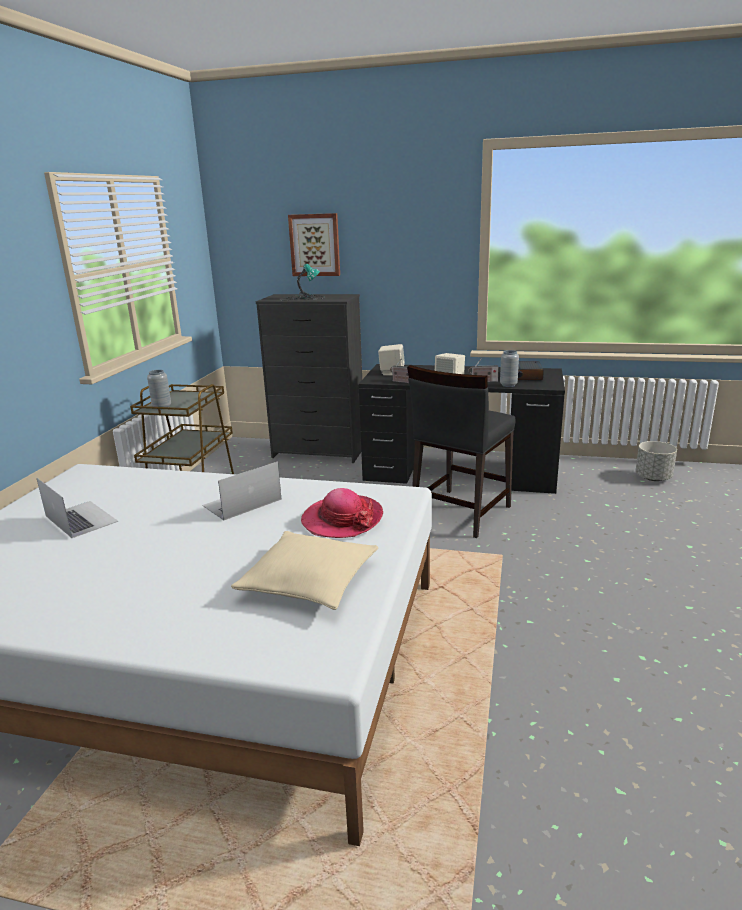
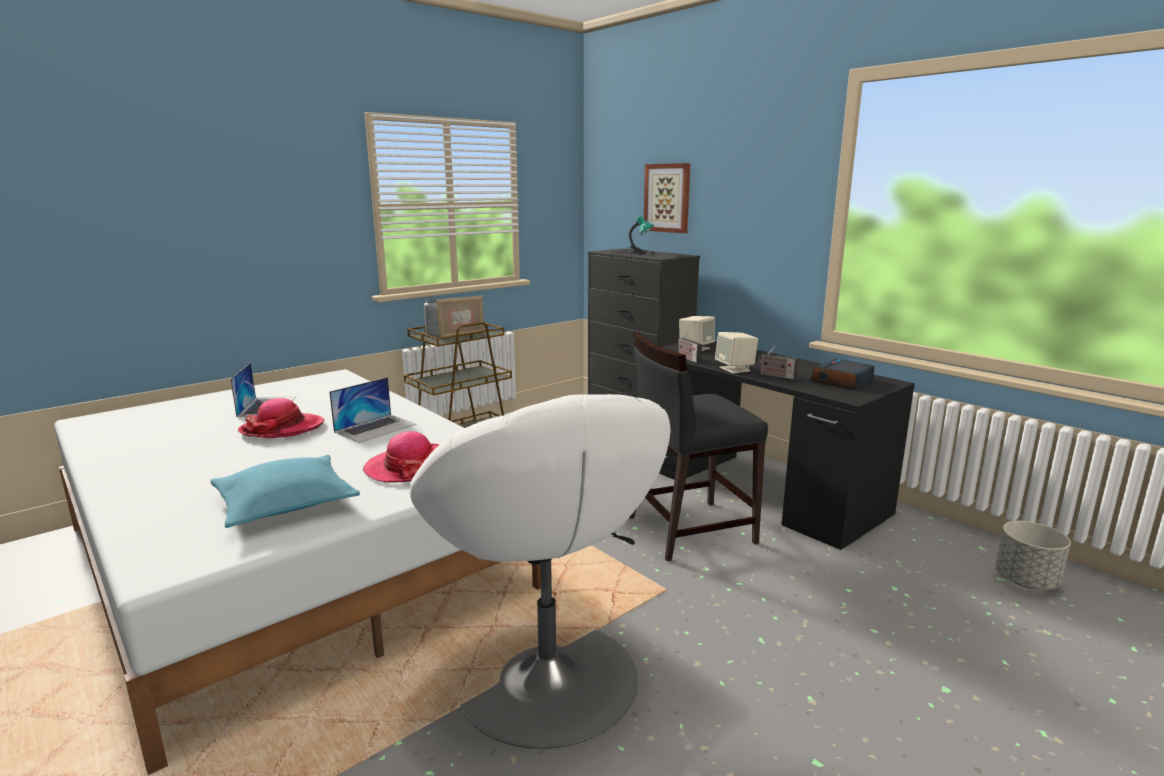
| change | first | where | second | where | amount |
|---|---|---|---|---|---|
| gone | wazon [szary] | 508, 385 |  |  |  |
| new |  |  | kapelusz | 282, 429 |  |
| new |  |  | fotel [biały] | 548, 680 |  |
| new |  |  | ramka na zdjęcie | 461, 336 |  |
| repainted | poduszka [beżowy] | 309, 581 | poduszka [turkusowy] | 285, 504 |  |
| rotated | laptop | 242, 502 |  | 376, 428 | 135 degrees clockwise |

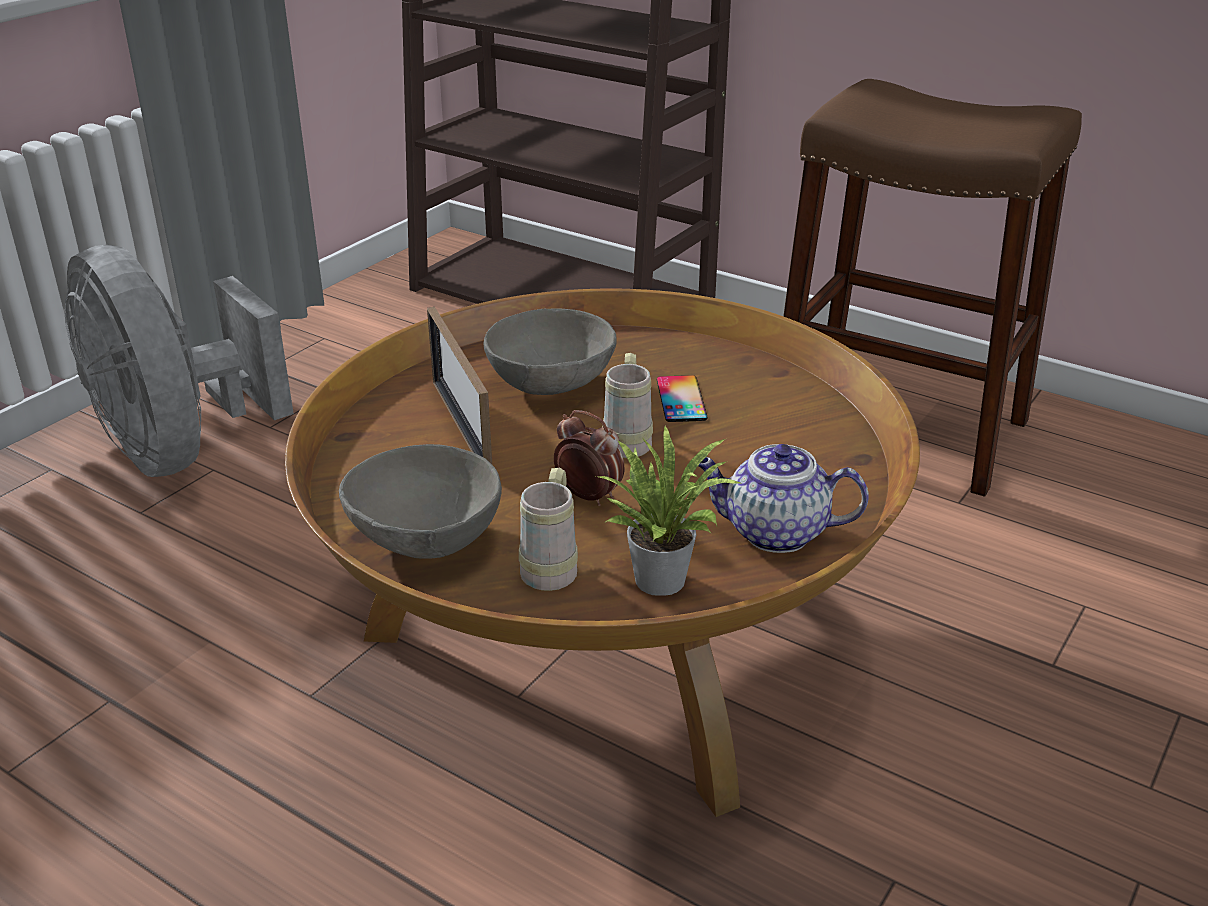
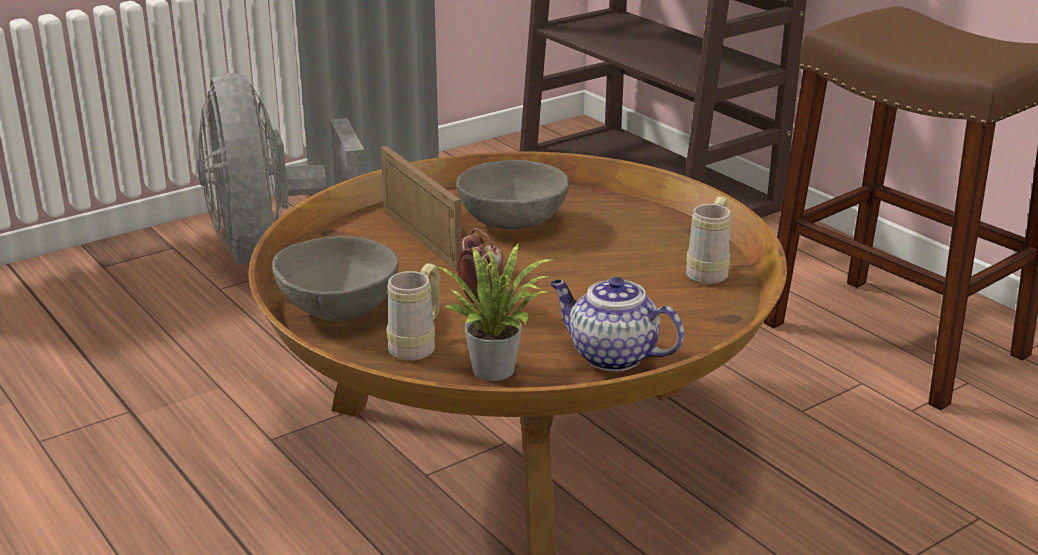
| change | first | where | second | where | amount |
|---|---|---|---|---|---|
| gone | telefon | 681, 399 |  |  |  |
| shifted | kubek [beżowy] | 628, 440 |  | 710, 271 |  |
| rotated | ramka na zdjęcie | 461, 426 |  | 421, 240 | 150 degrees clockwise |

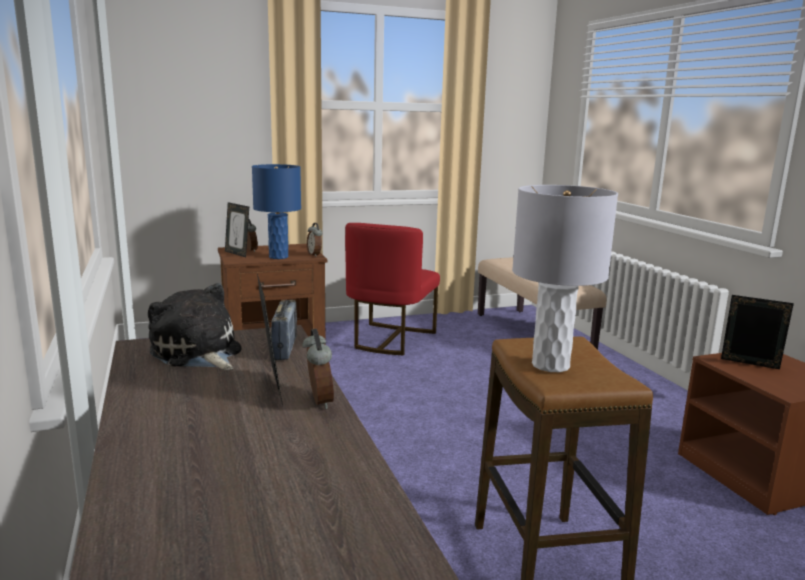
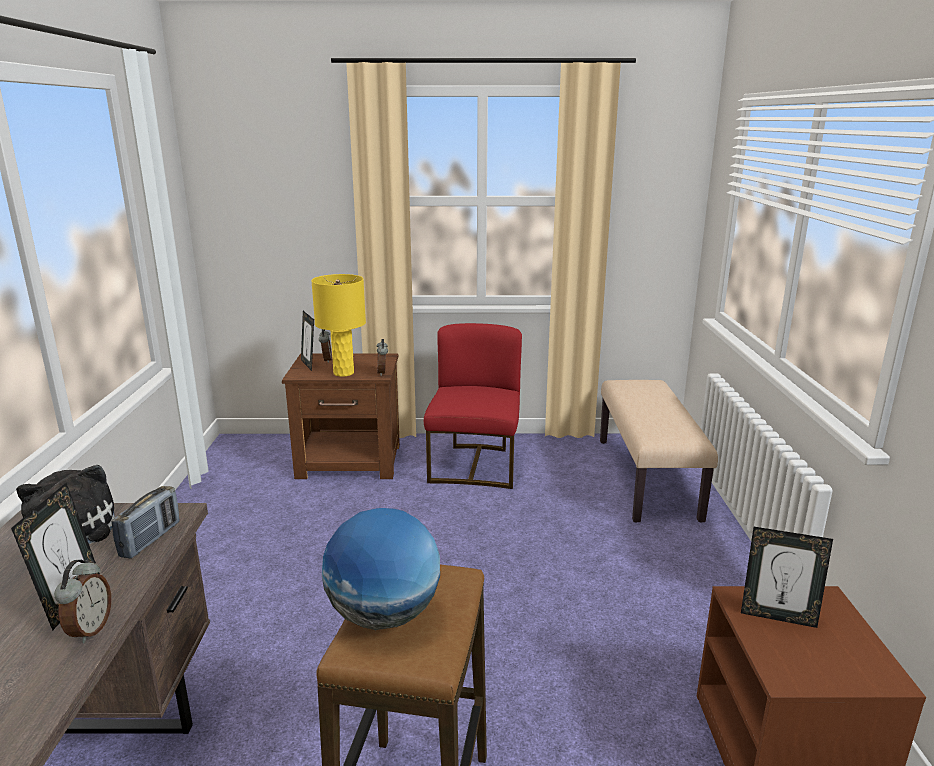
| change | first | where | second | where | amount |
|---|---|---|---|---|---|
| swapped | lampa stołowa [szary] | 550, 365 | globus | 384, 615 |  |
| repainted | lampa stołowa [niebieski] | 278, 257 | lampa stołowa [żółty] | 344, 373 |  |
| rotated | krzesło [czerwony] | 390, 339 |  | 475, 466 | 150 degrees clockwise |
| rotated | ramka na zdjęcie | 749, 365 |  | 777, 616 | 150 degrees clockwise |

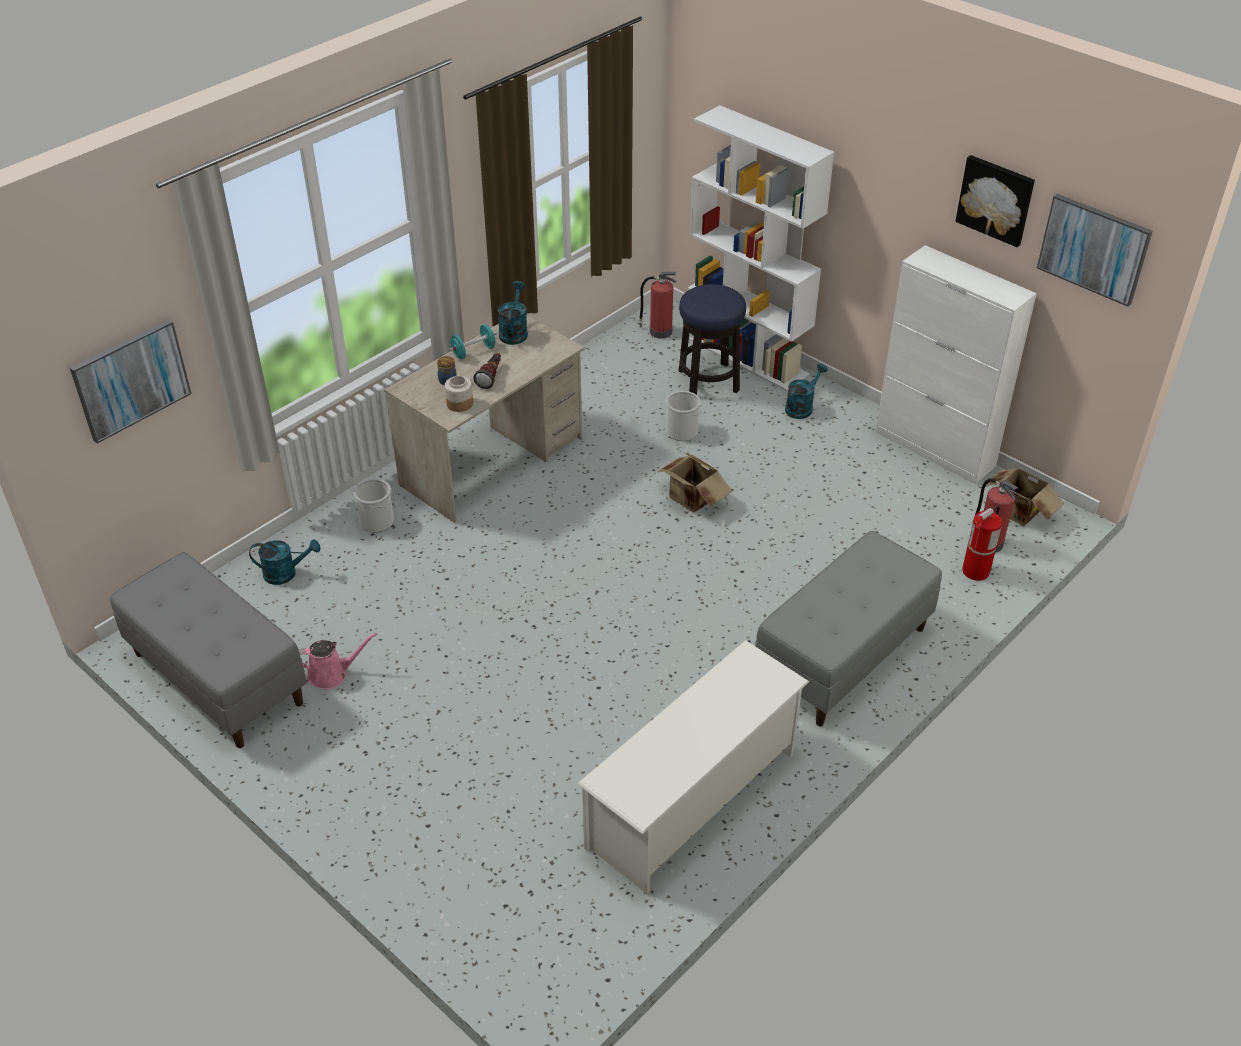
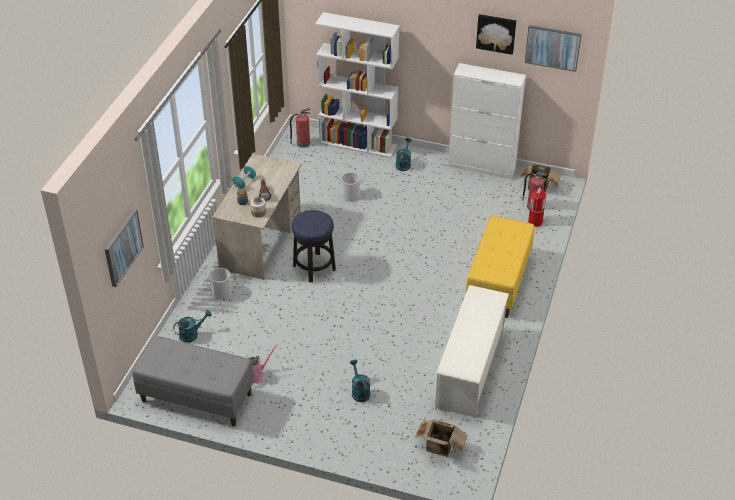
| change | first | where | second | where | amount |
|---|---|---|---|---|---|
| shifted | konewka [turkusowy] | 514, 332 |  | 359, 391 |  |
| shifted | karton | 691, 500 |  | 440, 448 |  |
| shifted | stołek | 708, 381 |  | 314, 268 |  |
| repainted | ławka [szary] | 843, 657 | ławka [żółty] | 498, 283 |  |

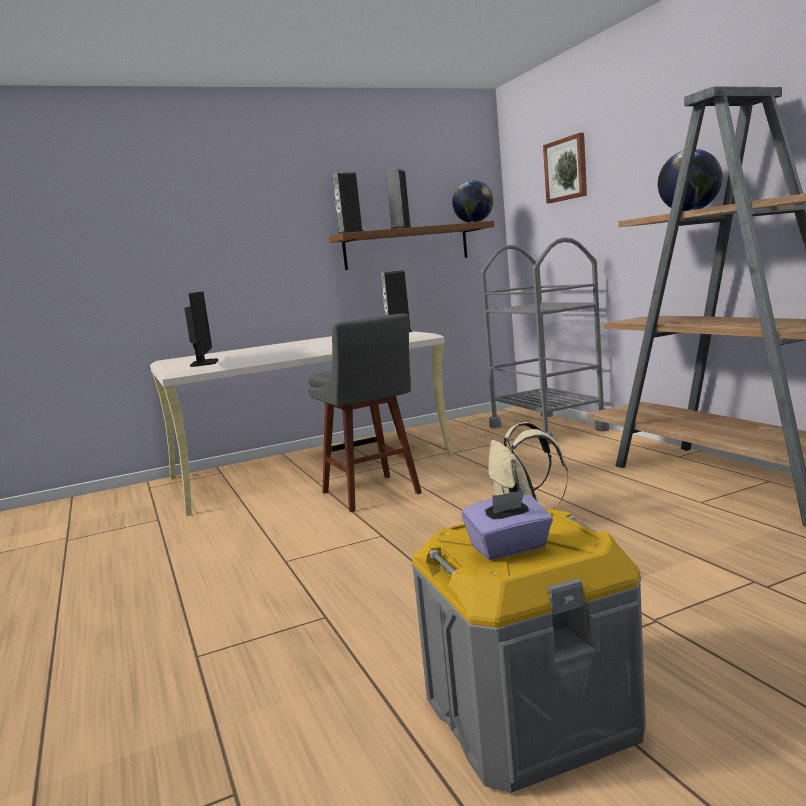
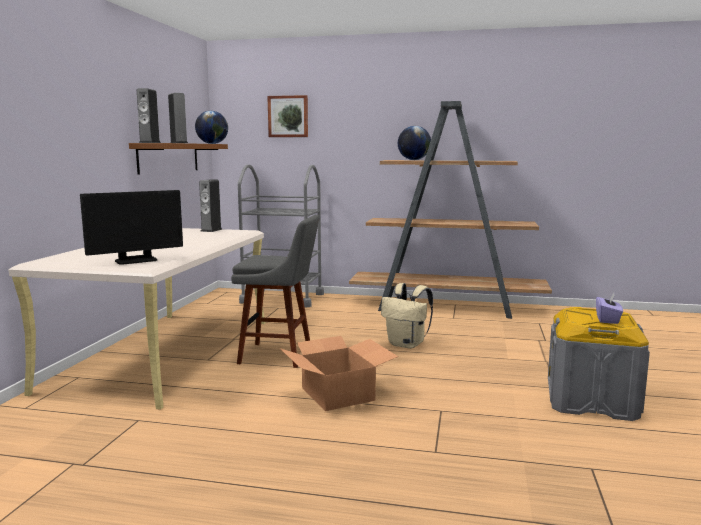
| change | first | where | second | where | amount |
|---|---|---|---|---|---|
| new |  |  | karton | 338, 394 |  |
| rotated | monitor | 204, 363 |  | 136, 260 | 120 degrees clockwise |

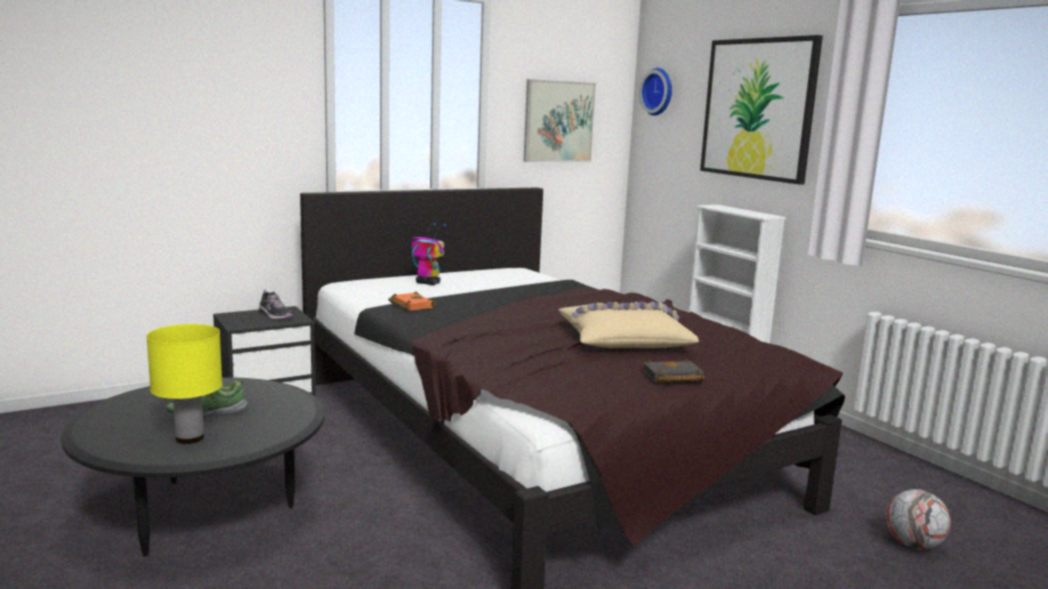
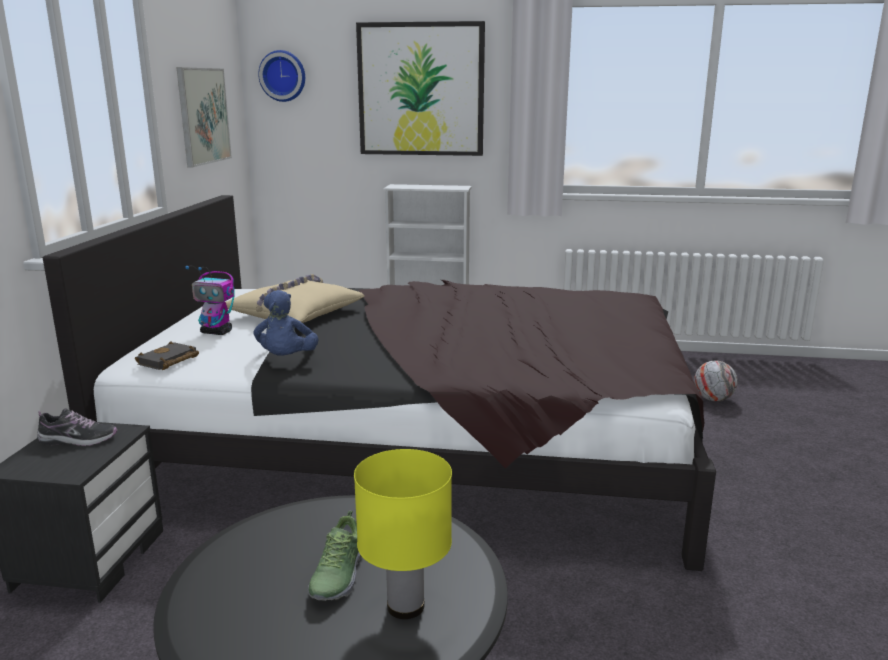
| change | first | where | second | where | amount |
|---|---|---|---|---|---|
| shifted | poduszka [beżowy] | 623, 339 |  | 294, 313 |  |
| shifted | książka [czarny] | 672, 377 |  | 168, 361 |  |
| swapped | książka [pomarańczowy] | 409, 305 | pluszak [niebieski] | 286, 359 |  |
| rotated | robot zabawkowy | 427, 283 |  | 217, 332 | 135 degrees counterclockwise |

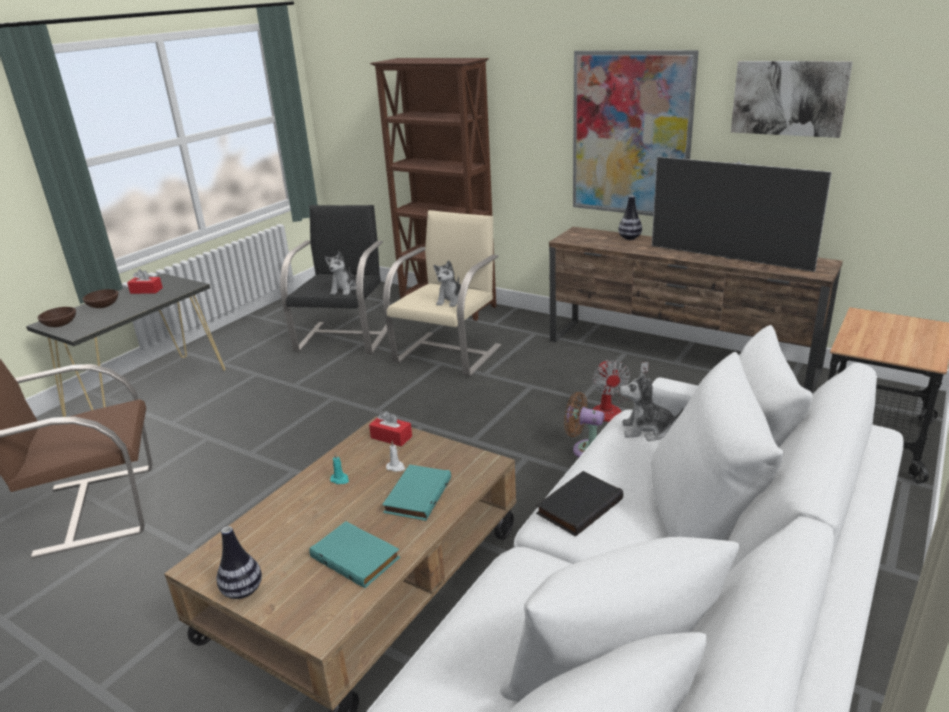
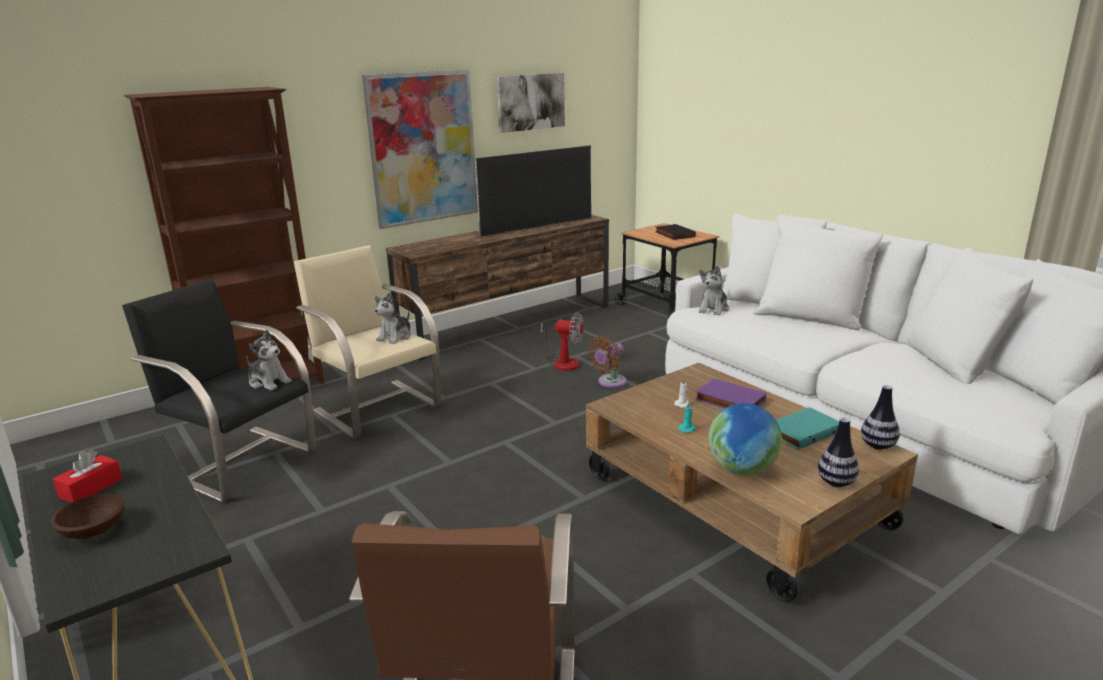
| change | first | where | second | where | amount |
|---|---|---|---|---|---|
| gone | miska [brązowy] | 61, 324 |  |  |  |
| gone | pudełko chusteczek [czerwony] | 391, 437 |  |  |  |
| new |  |  | globus | 742, 469 |  |
| shifted | książka [czarny] | 578, 505 |  | 673, 234 |  |
| shifted | wazon | 629, 238 |  | 877, 446 |  |
| repainted | książka [turkusowy] | 416, 495 | książka [fioletowy] | 728, 401 |  |
| rotated | pluszak | 451, 300 |  | 395, 337 | 75 degrees clockwise |

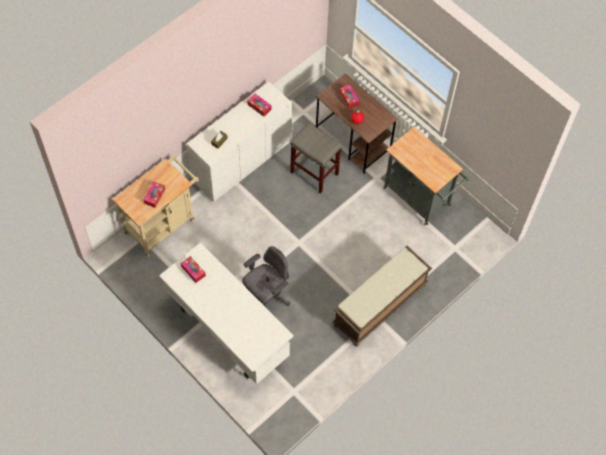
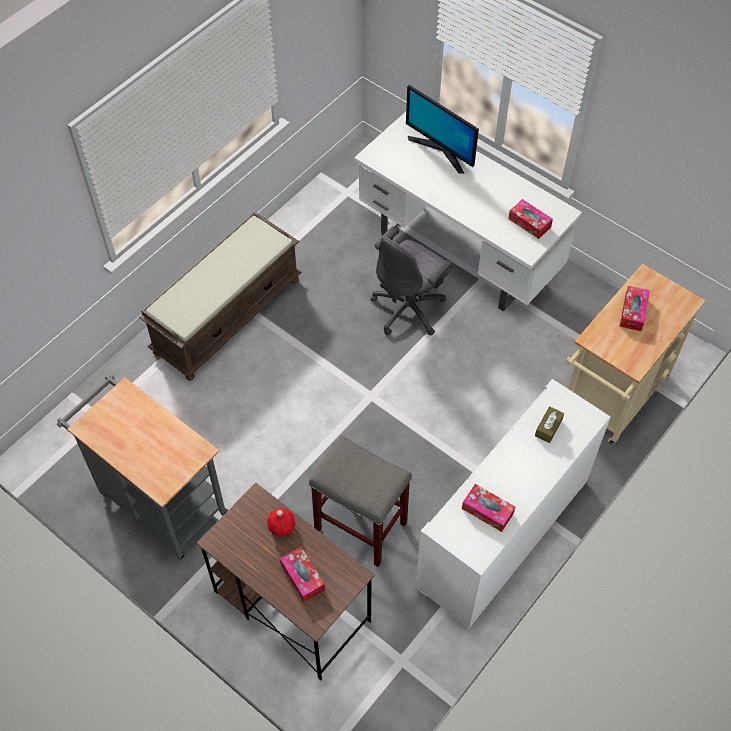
| change | first | where | second | where | amount |
|---|---|---|---|---|---|
| new |  |  | monitor | 441, 151 |  |

